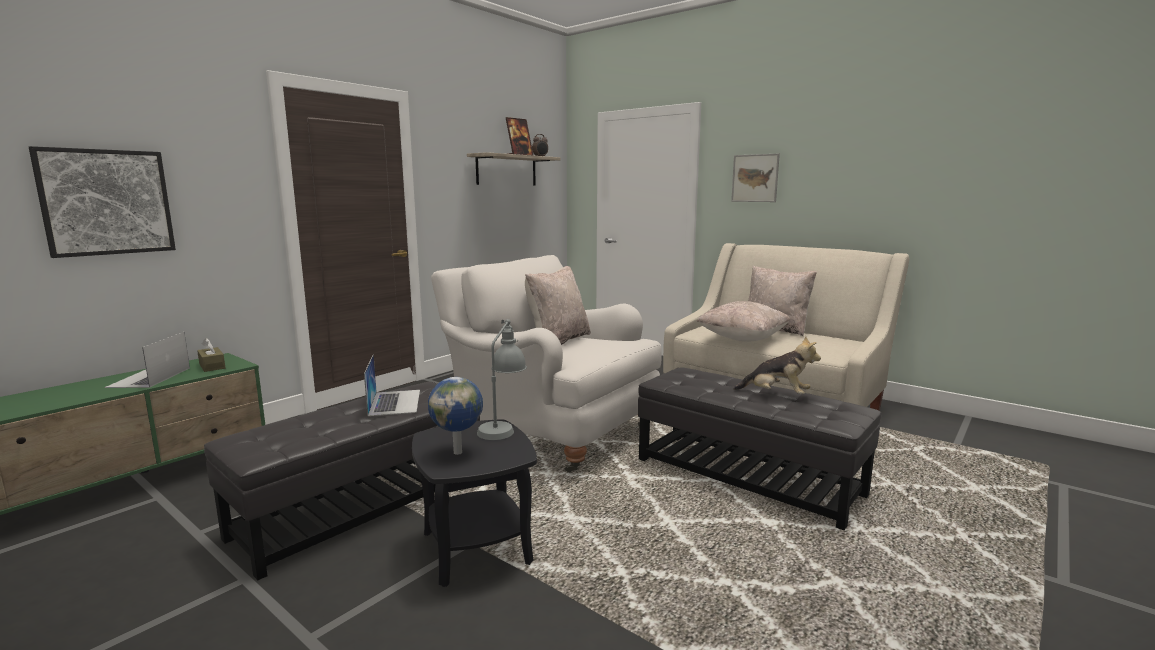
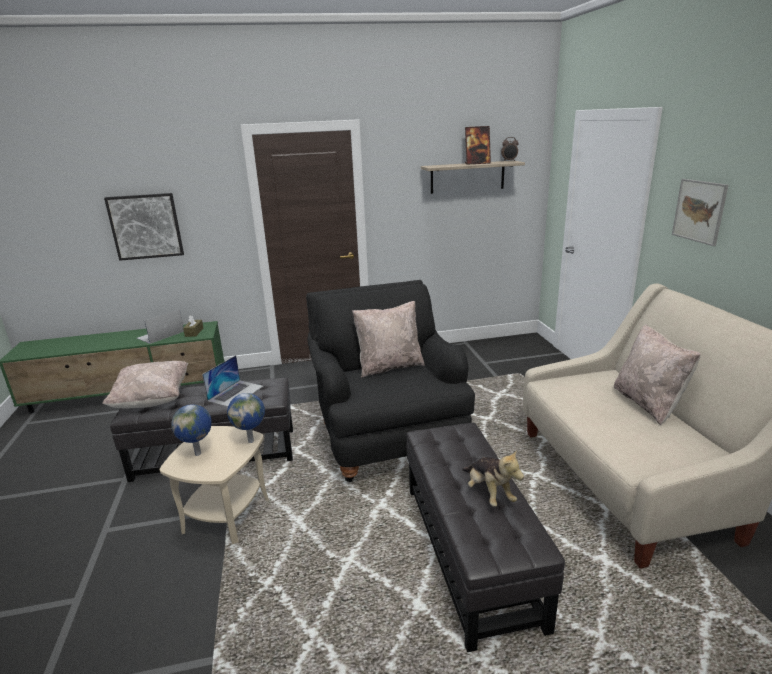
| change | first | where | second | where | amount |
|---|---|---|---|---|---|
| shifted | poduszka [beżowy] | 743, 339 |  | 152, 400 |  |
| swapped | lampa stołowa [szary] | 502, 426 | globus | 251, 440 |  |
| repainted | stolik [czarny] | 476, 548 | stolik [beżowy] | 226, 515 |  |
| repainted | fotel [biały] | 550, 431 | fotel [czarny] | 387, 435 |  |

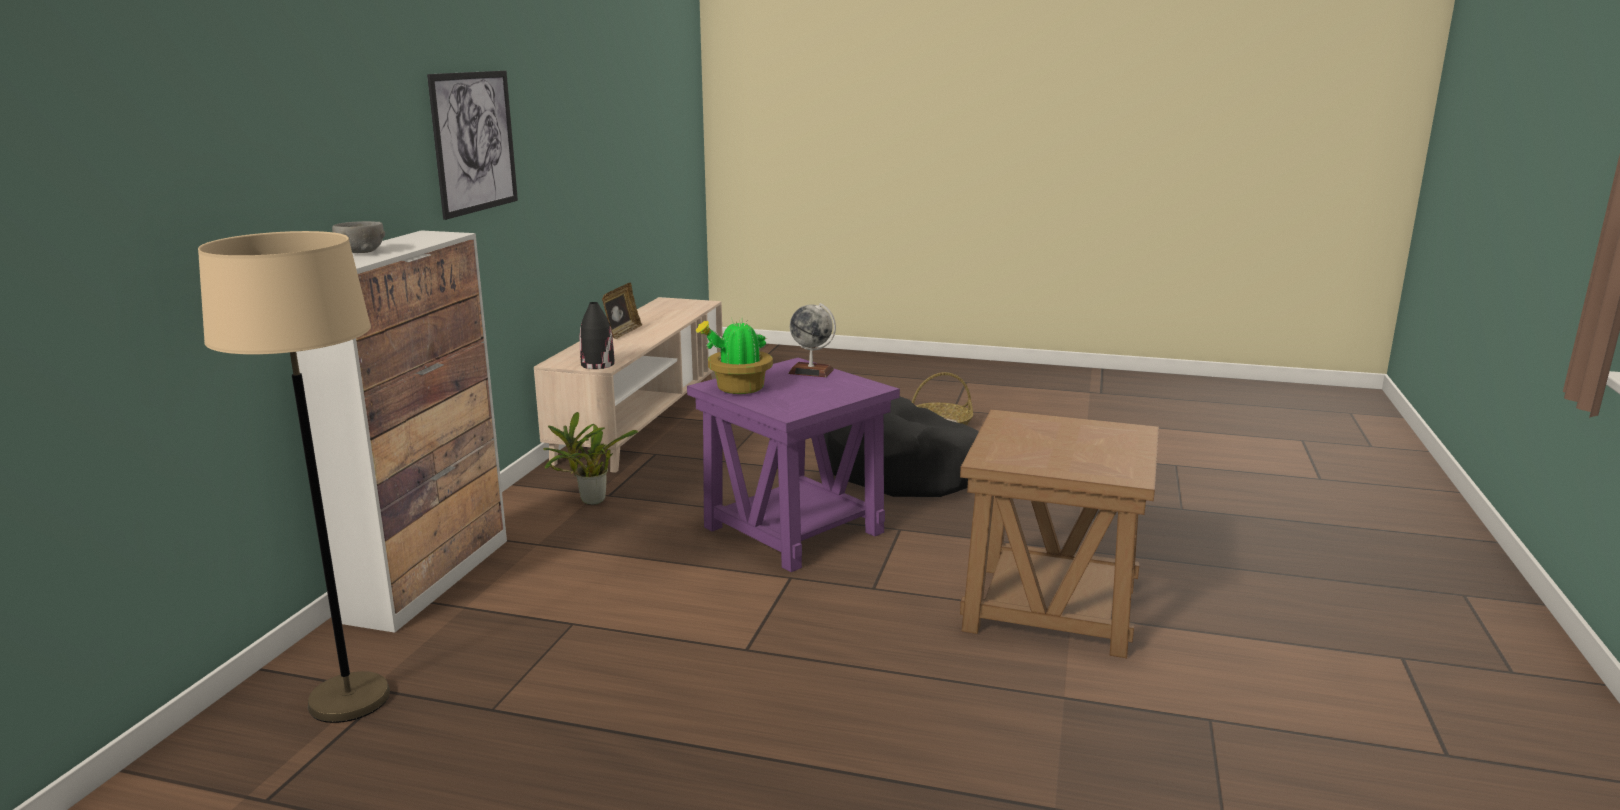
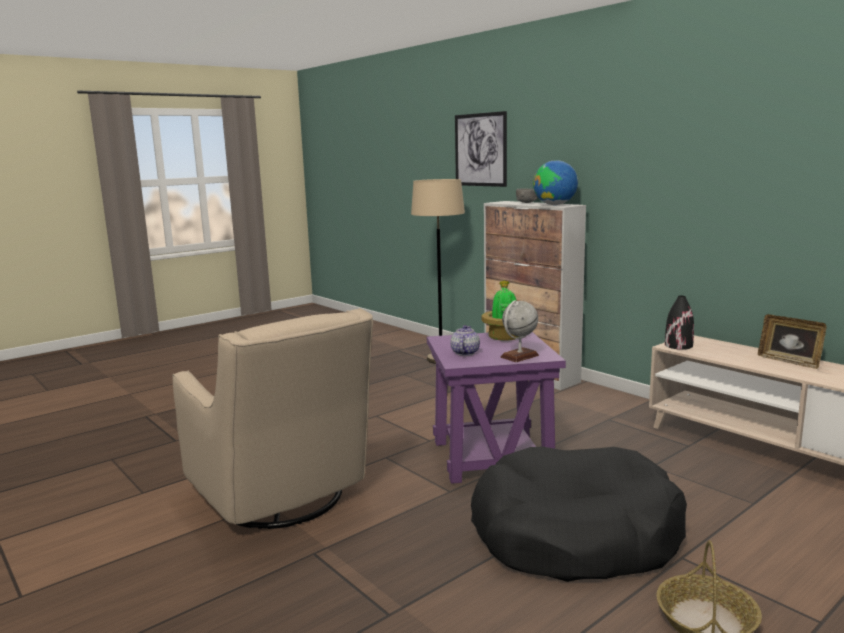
| change | first | where | second | where | amount |
|---|---|---|---|---|---|
| gone | roślina doniczkowa | 589, 501 |  |  |  |
| new |  |  | imbryk | 464, 353 |  |
| new |  |  | globus | 555, 205 |  |
| shifted | obraz | 474, 142 |  | 480, 150 |  |
| swapped | stolik [brązowy] | 1052, 608 | fotel [beżowy] | 283, 499 |  |

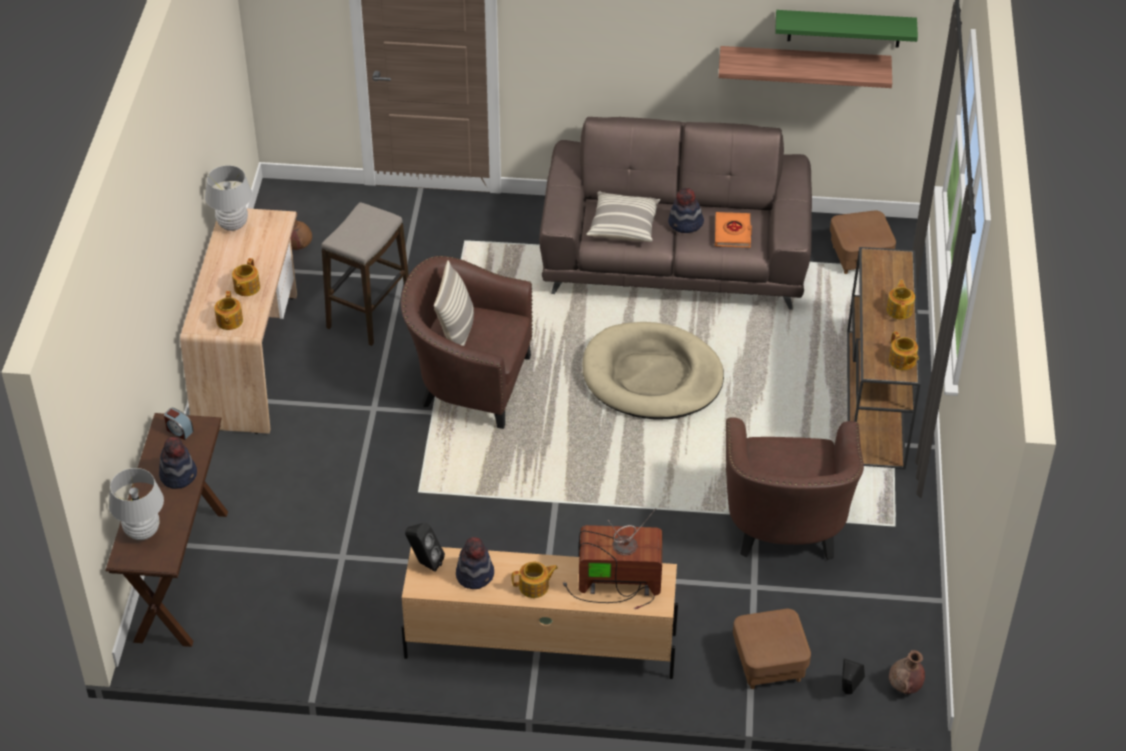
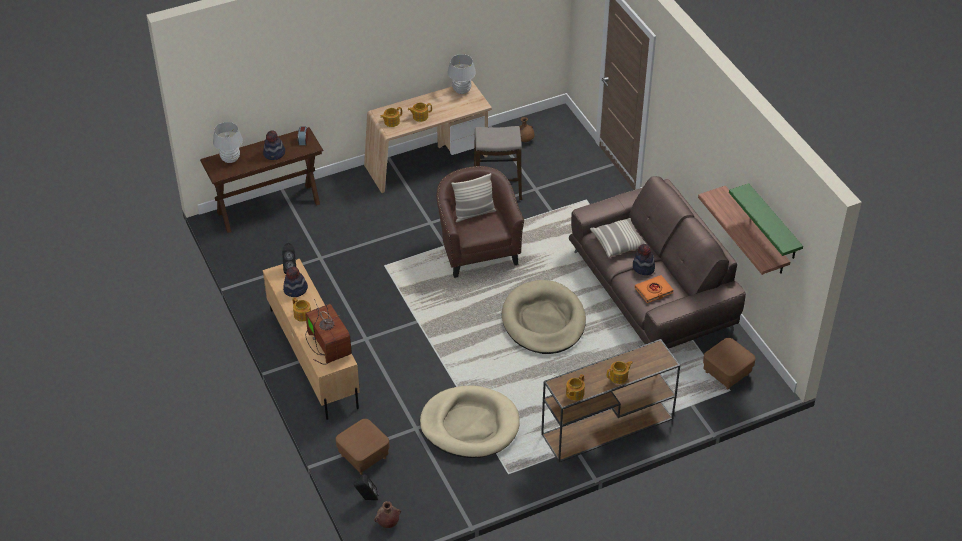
| change | first | where | second | where | amount |
|---|---|---|---|---|---|
| swapped | fotel [brązowy] | 785, 528 | legowisko [beżowy] | 470, 425 |  |

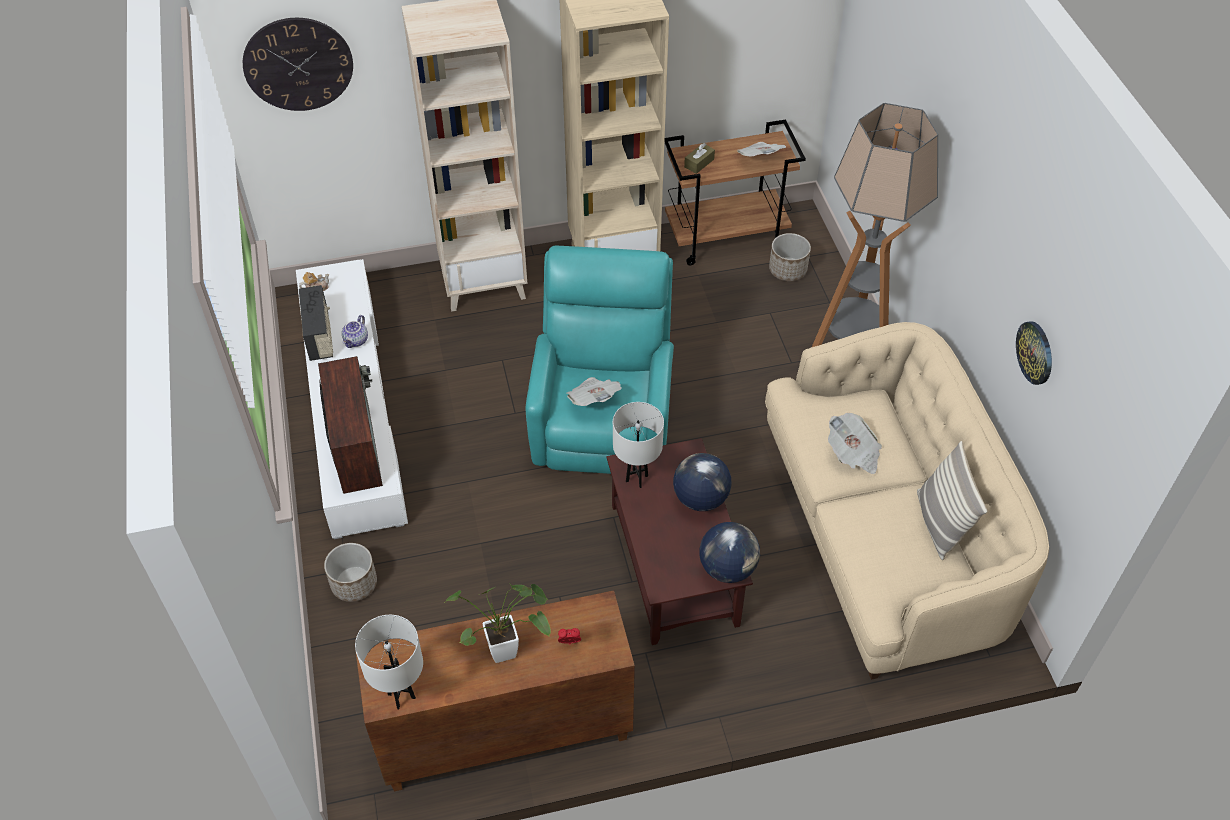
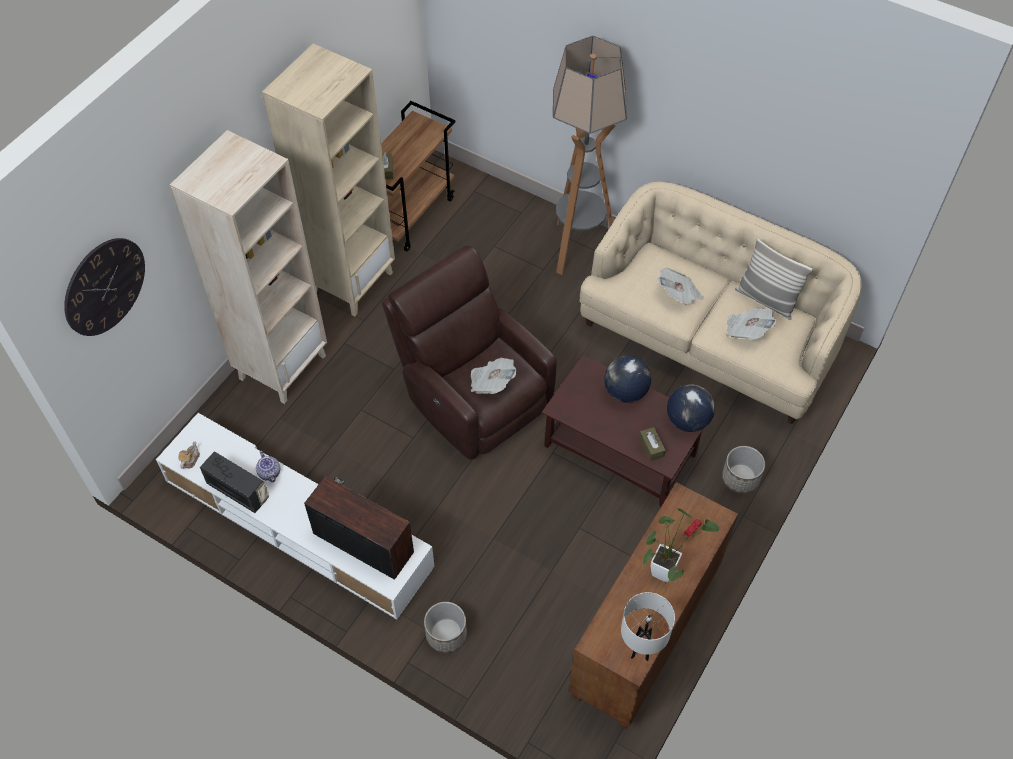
| change | first | where | second | where | amount |
|---|---|---|---|---|---|
| gone | lampa stołowa [biały] | 637, 478 |  |  |  |
| gone | zegar ścienny | 1035, 352 |  |  |  |
| new |  |  | pudełko chusteczek [brązowy] | 651, 447 |  |
| shifted | gazeta | 760, 159 |  | 747, 330 |  |
| shifted | donica | 787, 270 |  | 740, 478 |  |
| repainted | fotel [turkusowy] | 603, 419 | fotel [brązowy] | 474, 396 |  |

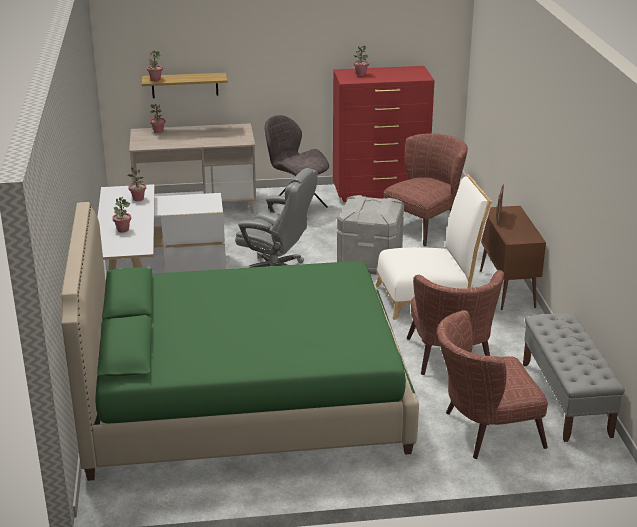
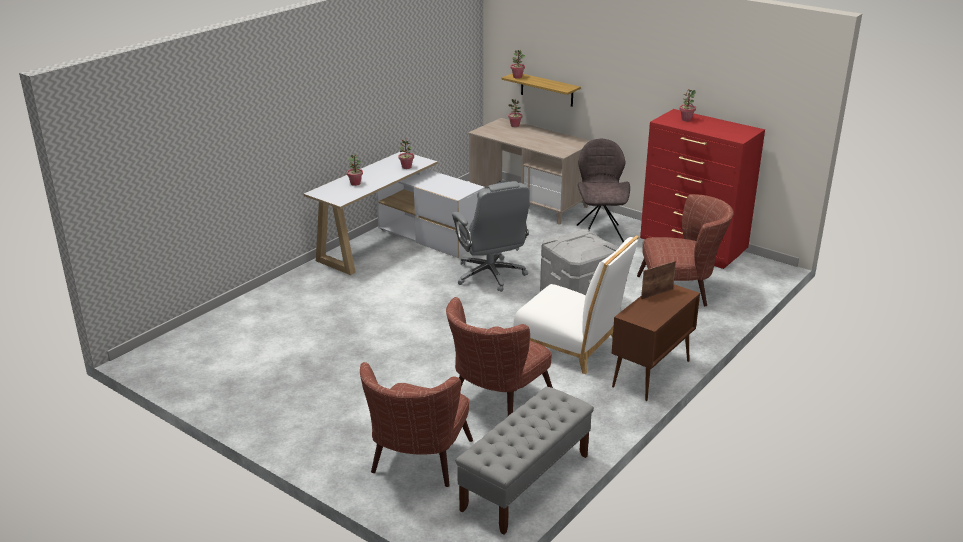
| change | first | where | second | where | amount |
|---|---|---|---|---|---|
| gone | łóżko [zielony] | 244, 400 |  |  |  |
| rotated | fotel [brązowy] | 483, 431 |  | 417, 463 | 105 degrees counterclockwise |

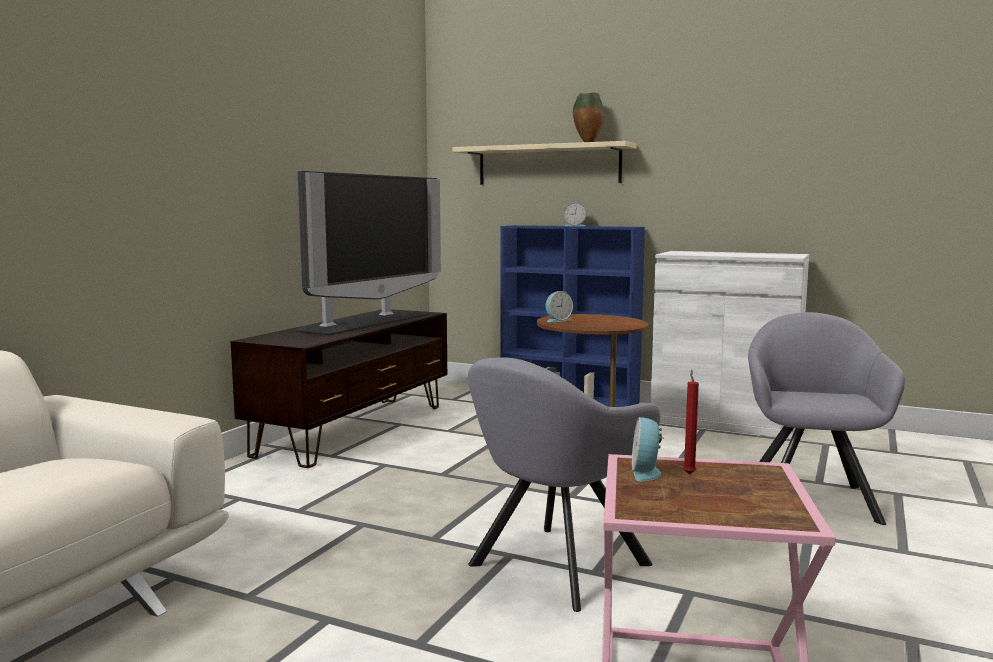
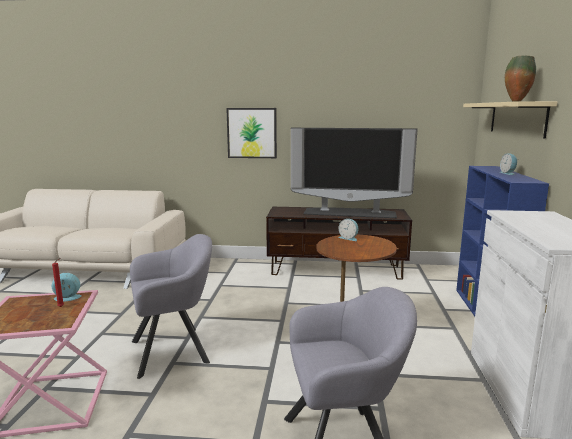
| change | first | where | second | where | amount |
|---|---|---|---|---|---|
| new |  |  | obraz | 252, 133 |  |
| rotated | fotel [szary] | 552, 568 |  | 175, 350 | 135 degrees clockwise |

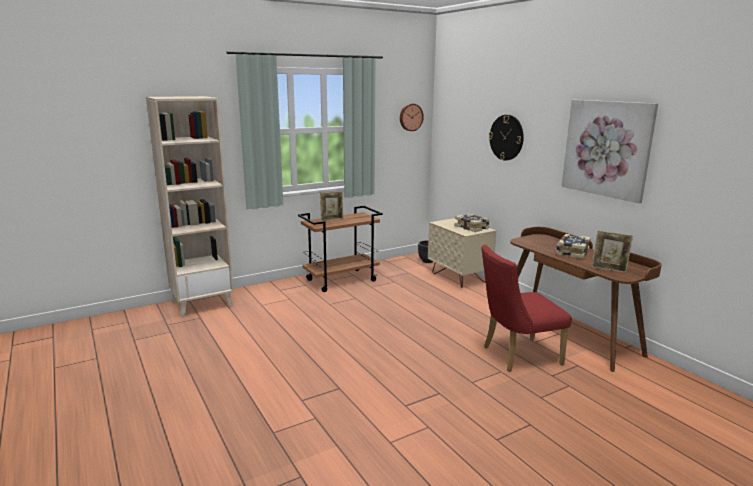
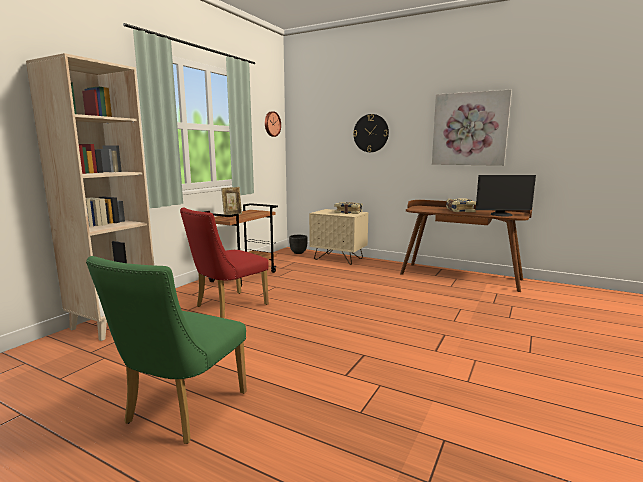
| change | first | where | second | where | amount |
|---|---|---|---|---|---|
| new |  |  | krzesło [zielony] | 181, 412 |  |
| shifted | krzesło [czerwony] | 516, 356 |  | 227, 307 |  |
| swapped | ramka na zdjęcie | 609, 269 | monitor | 502, 215 |  |

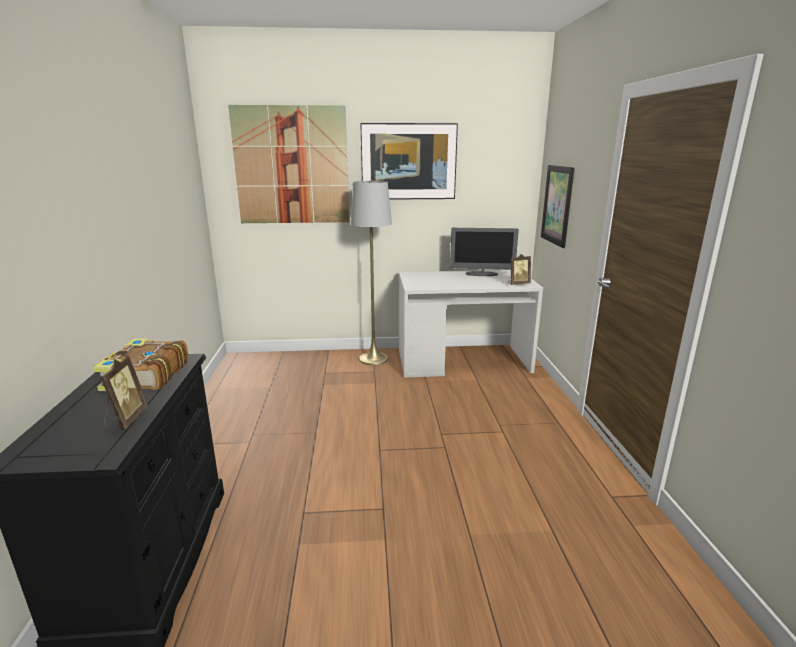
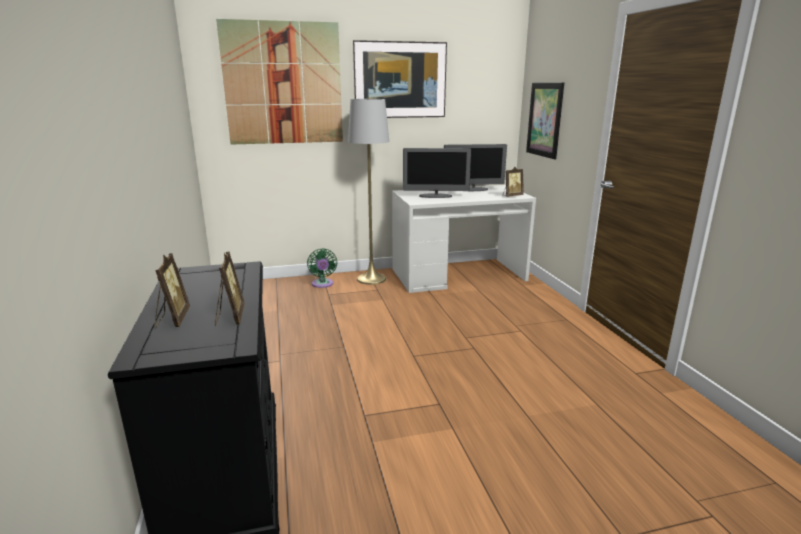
| change | first | where | second | where | amount |
|---|---|---|---|---|---|
| gone | książka | 145, 376 |  |  |  |
| new |  |  | ramka na zdjęcie | 172, 319 |  |
| new |  |  | wentylator [zielony] | 322, 284 |  |
| new |  |  | monitor | 435, 196 |  |

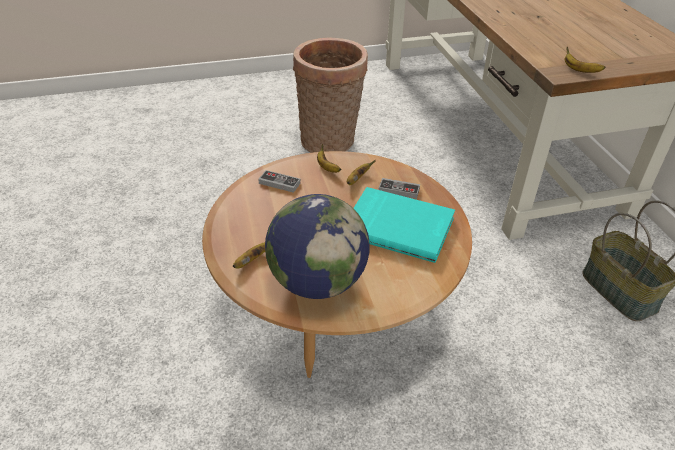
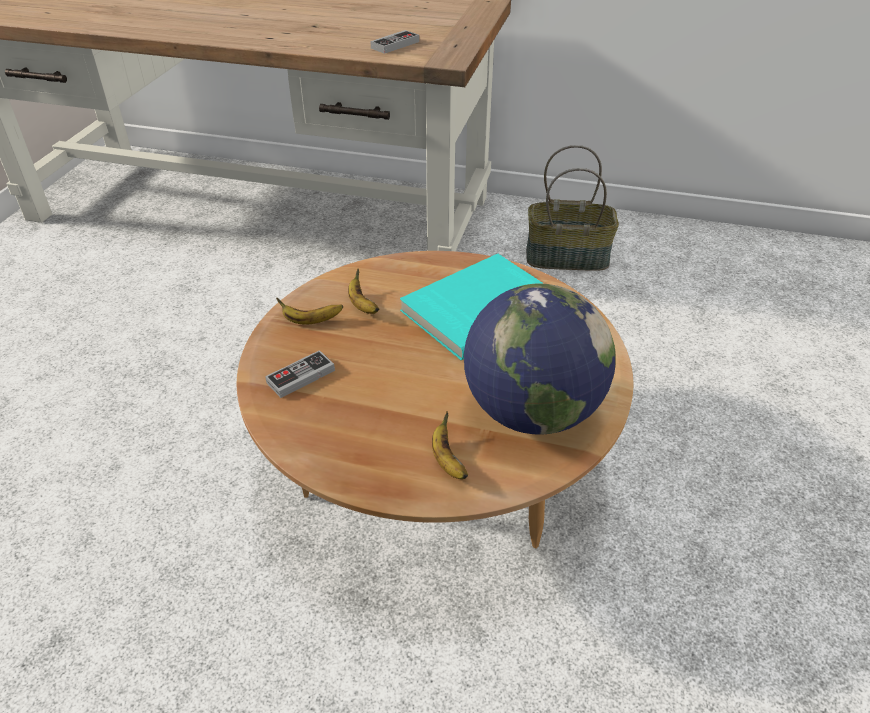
| change | first | where | second | where | amount |
|---|---|---|---|---|---|
| gone | koszyk | 330, 142 |  |  |  |
| gone | banan | 579, 70 |  |  |  |
| shifted | pad do gier | 399, 190 |  | 395, 45 |  |

